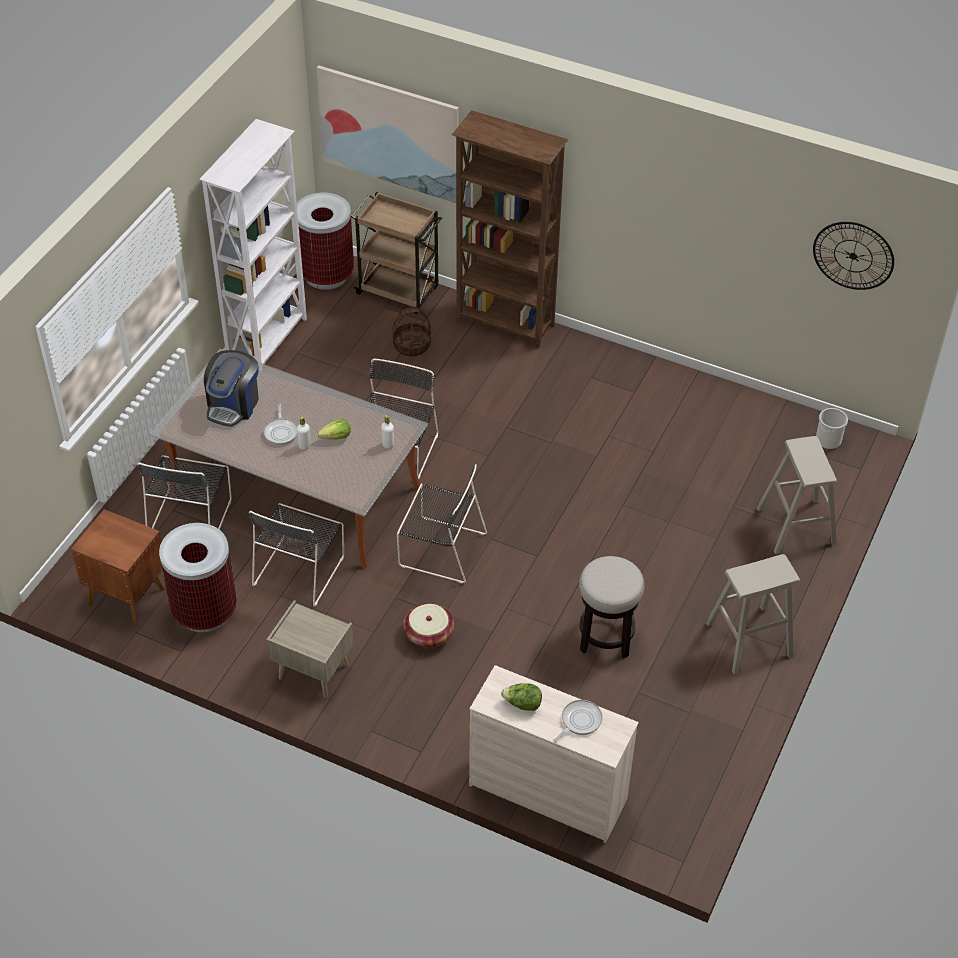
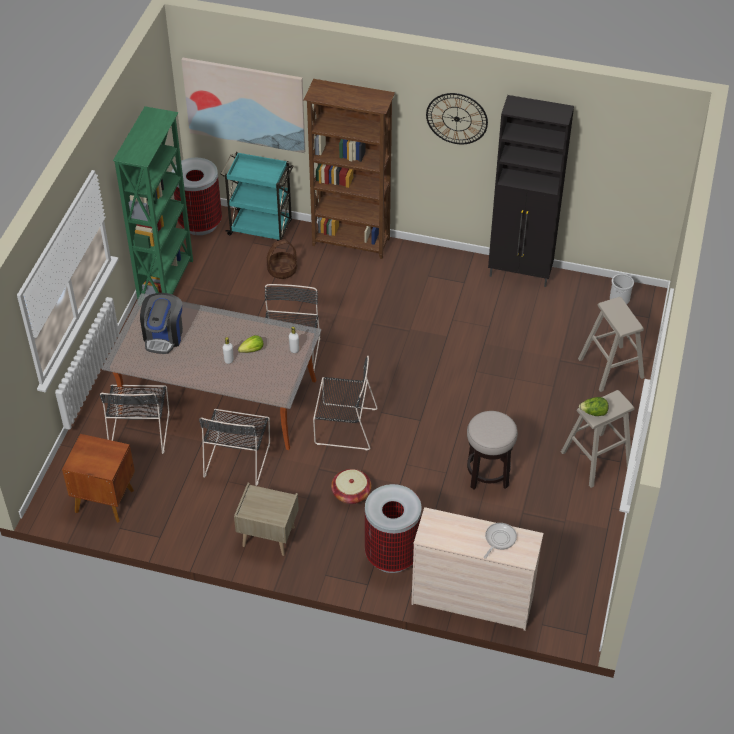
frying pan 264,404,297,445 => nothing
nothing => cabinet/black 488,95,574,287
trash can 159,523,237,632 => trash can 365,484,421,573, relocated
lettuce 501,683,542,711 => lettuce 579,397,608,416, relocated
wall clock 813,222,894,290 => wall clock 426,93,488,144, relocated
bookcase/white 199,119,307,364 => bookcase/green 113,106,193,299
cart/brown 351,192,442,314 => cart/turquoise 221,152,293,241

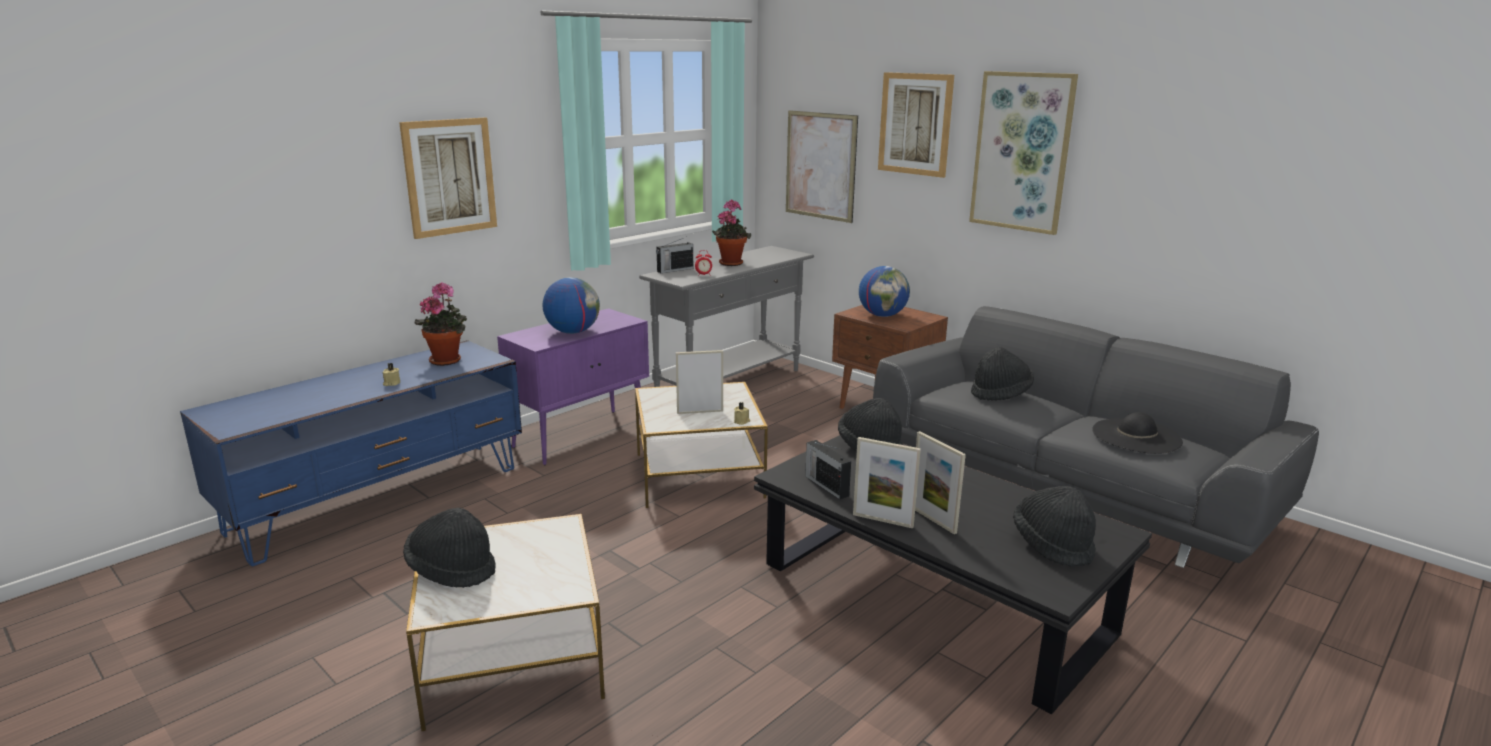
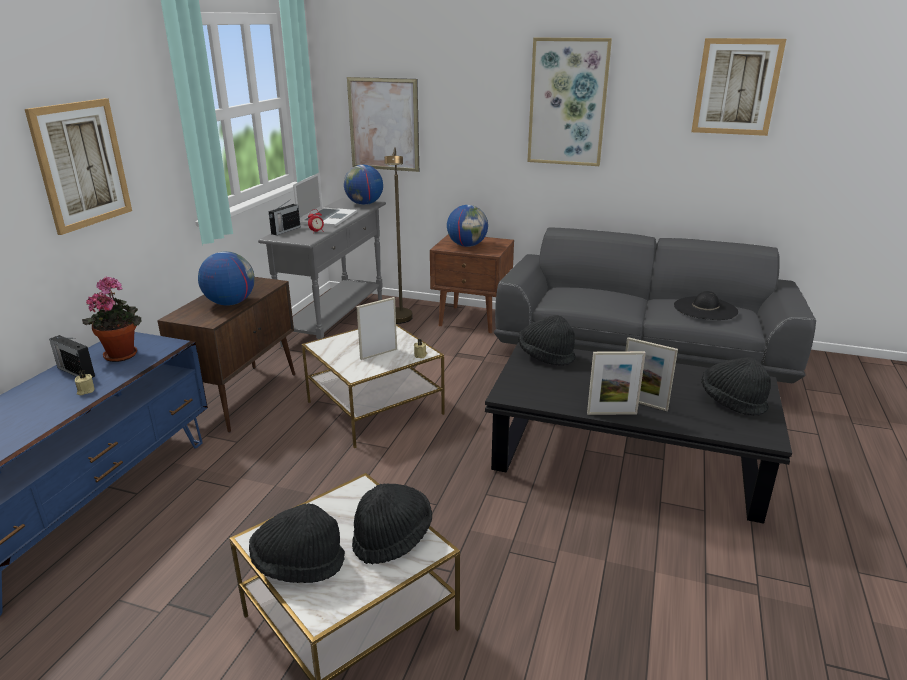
nothing => globe 344,165,383,205
nothing => floor lamp/brown 384,147,413,324
radio 805,440,851,499 => radio 49,335,95,378, relocated
picture 878,72,954,178 => picture 691,38,786,136, relocated
hat/black 971,347,1034,401 => hat/black 352,483,432,564, relocated
potted plant 712,200,751,266 => laptop 293,173,357,227
cabinet/purple 497,308,649,465 => cabinet/brown 157,277,295,433

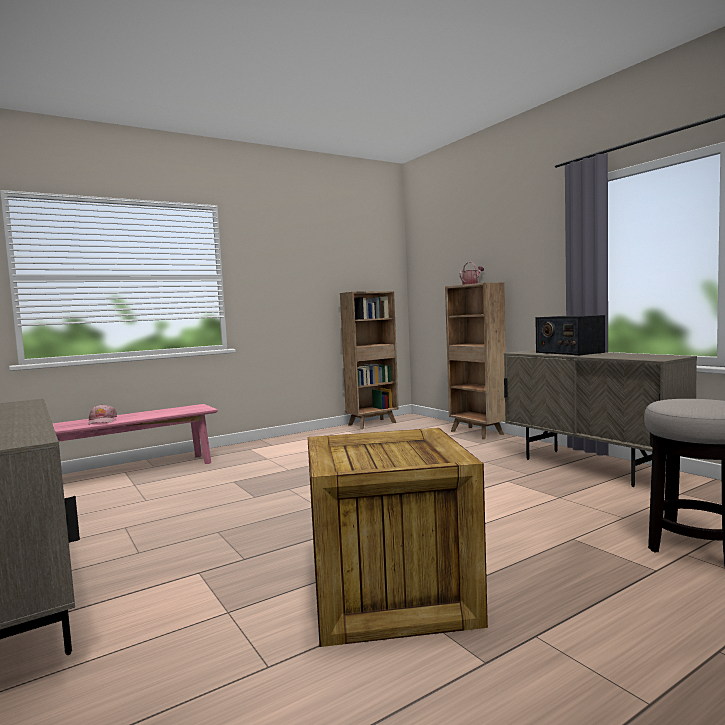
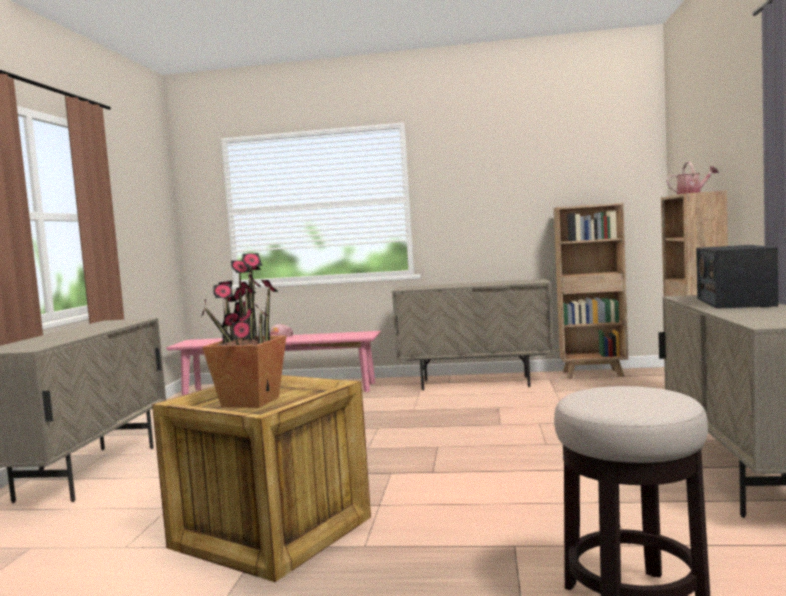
nothing => potted plant 201,253,286,408
nothing => cabinet/beige 392,279,554,391

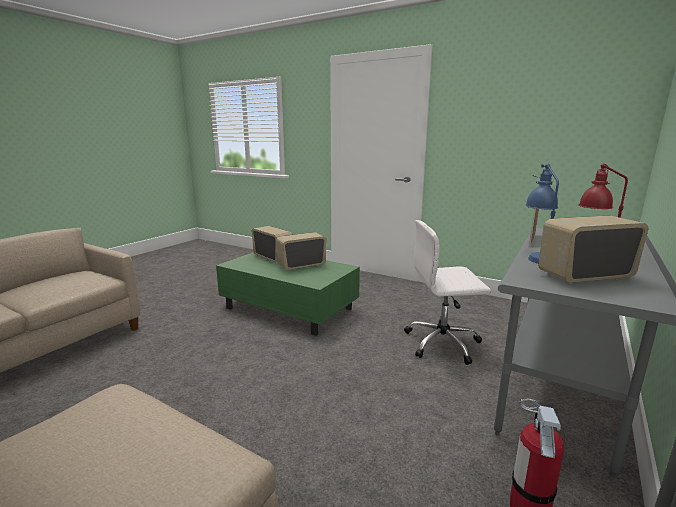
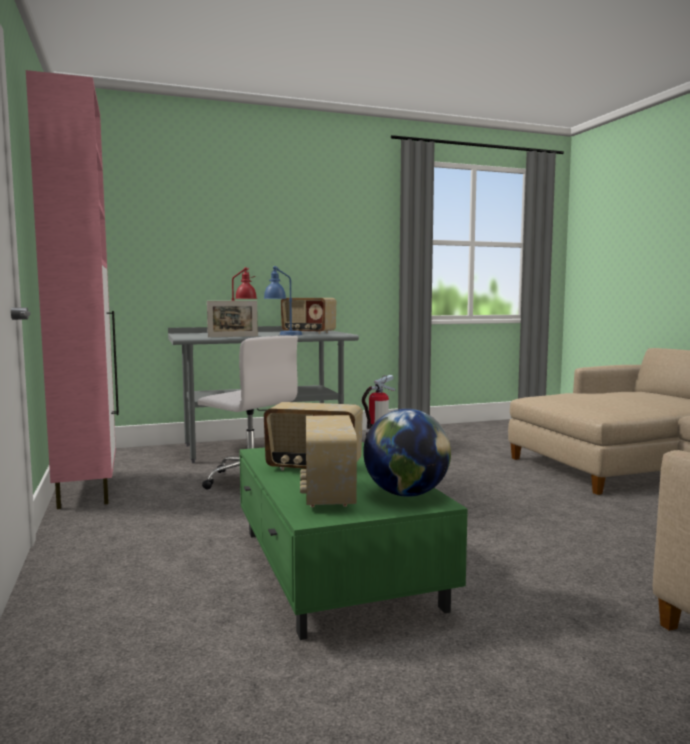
nothing => cabinet/pink 26,70,119,509
nothing => globe 363,409,451,497

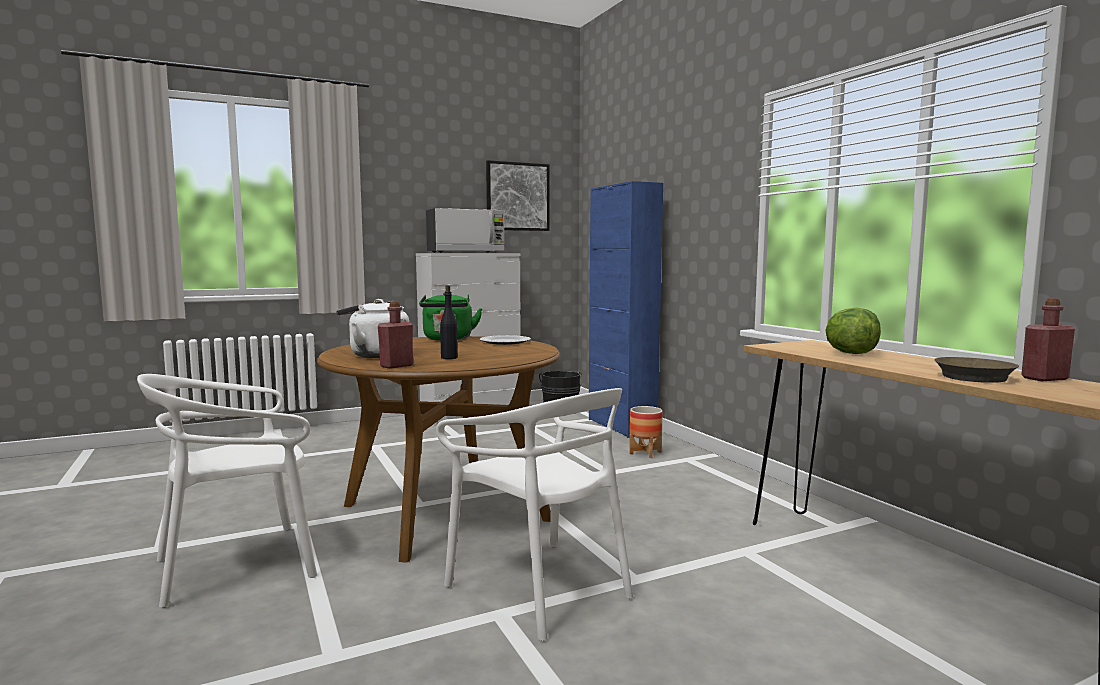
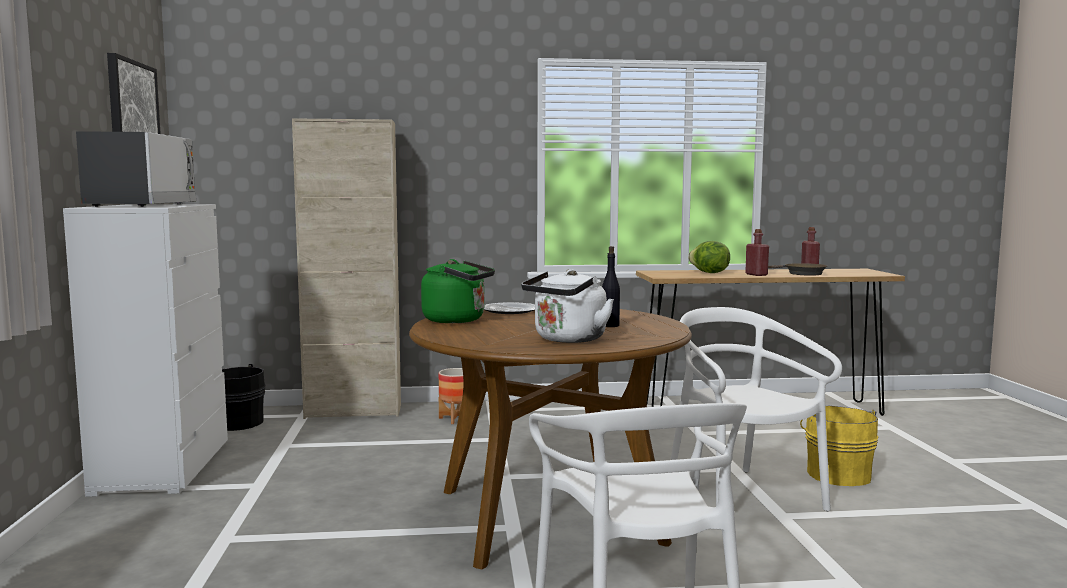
nothing => bucket/yellow 800,406,878,486
bottle/red 378,301,413,369 => bottle/red 745,229,769,276, relocated
cabinet/blue 589,181,663,438 => cabinet/beige 292,118,401,419
chair/white 436,388,633,641 => chair/white 670,307,842,511, 90 degrees counterclockwise

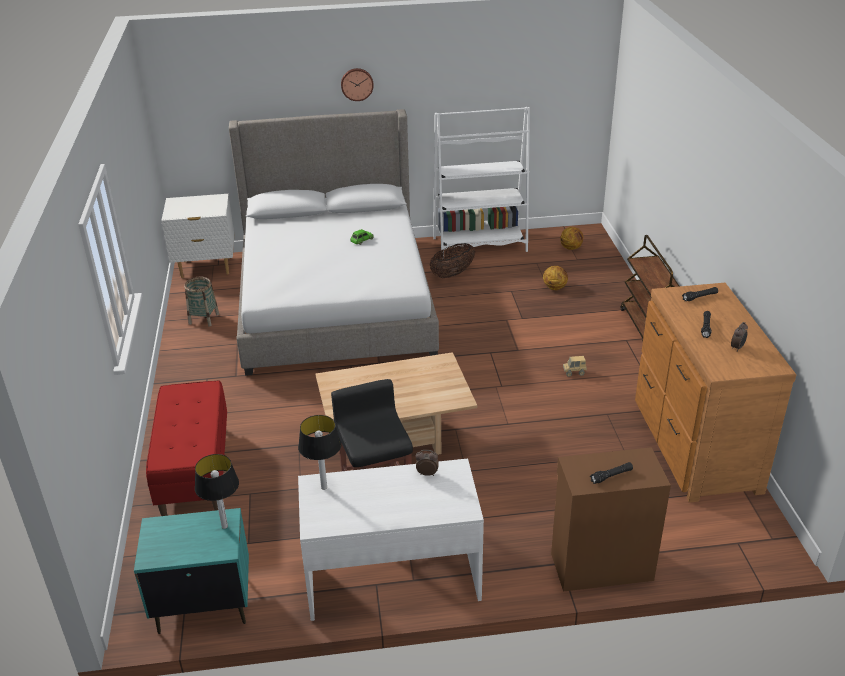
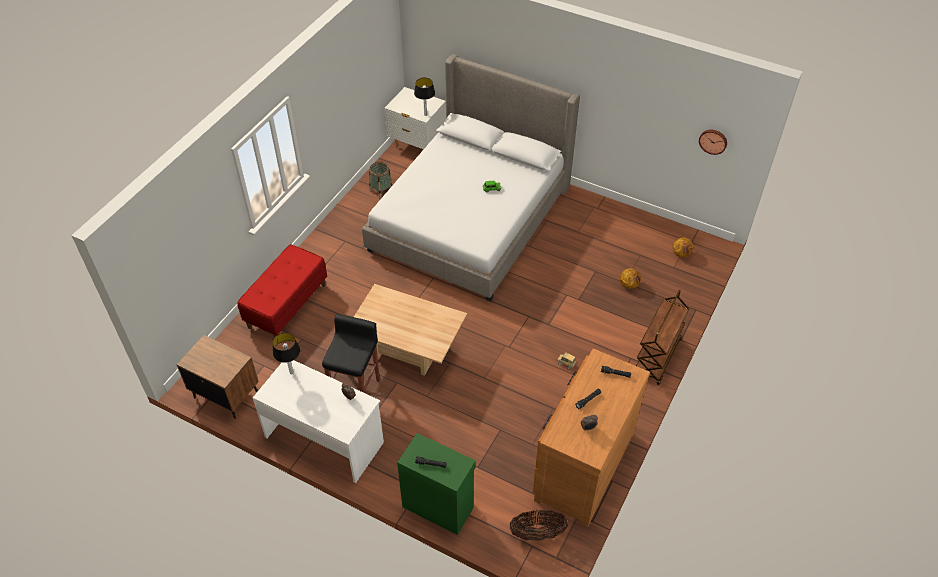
bookcase/white 433,107,530,259 => nothing
table lamp 195,454,239,529 => table lamp 414,78,435,116, relocated
wall clock 341,68,374,101 => wall clock 699,130,727,155, relocated
basket 430,243,475,278 => basket 509,510,568,541, relocated
nightstand/turquoise 134,508,249,634 => nightstand/brown 176,335,259,419
cabinet/brown 551,447,671,591 => cabinet/green 397,433,476,535

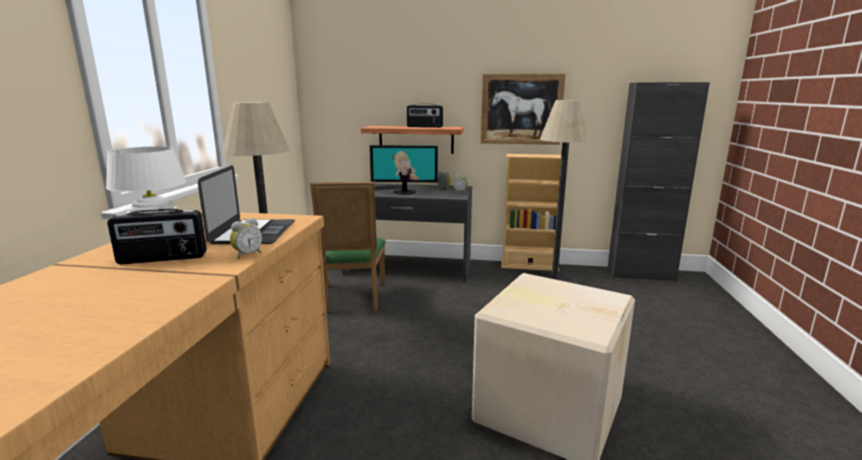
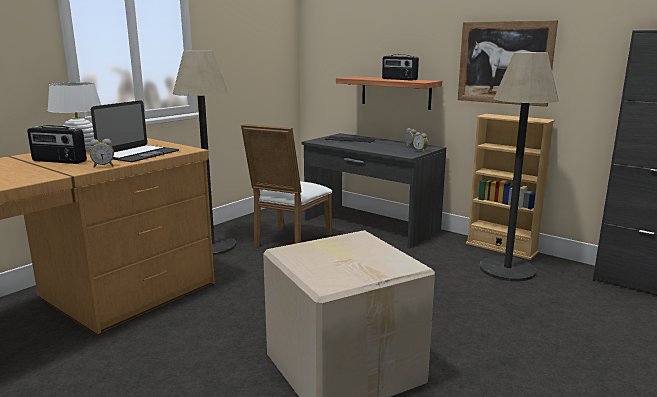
monitor 370,145,438,195 => nothing
chair/green 310,182,386,313 => chair/white 241,124,332,247

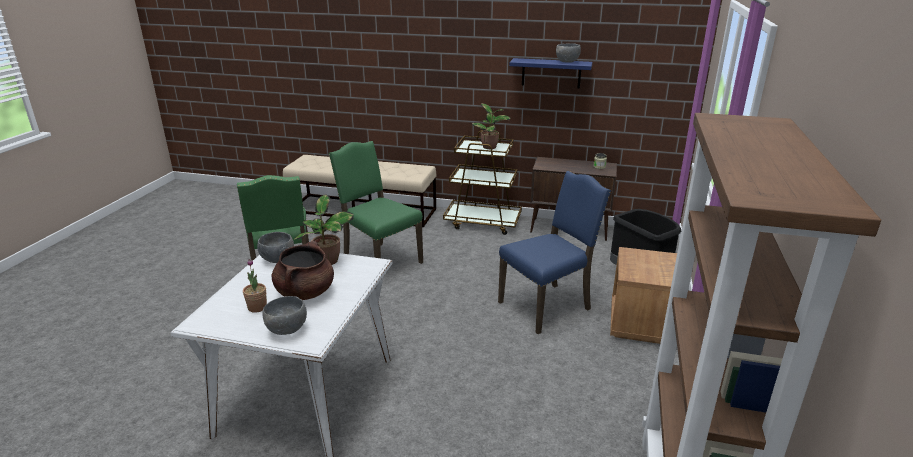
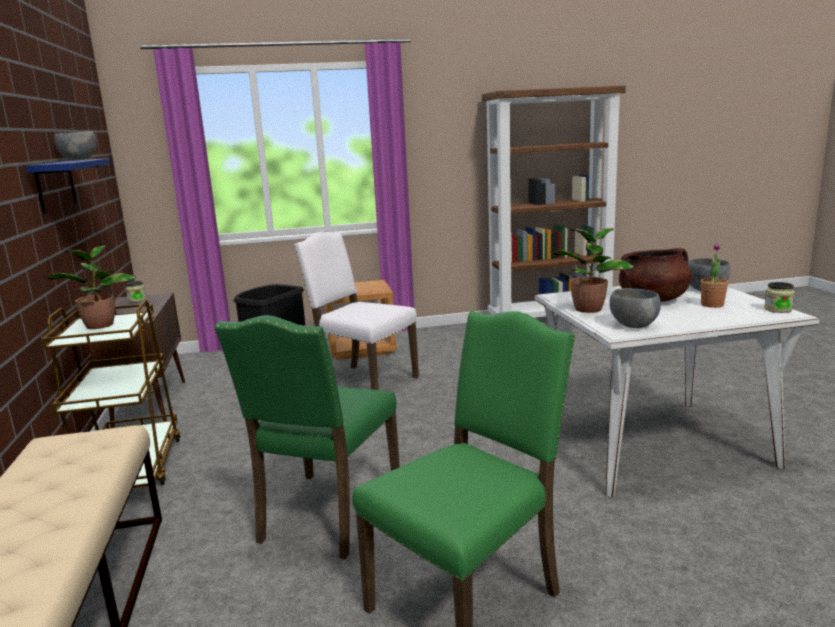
nothing => jar 764,282,794,313
chair/blue 498,171,611,334 => chair/white 293,232,419,390

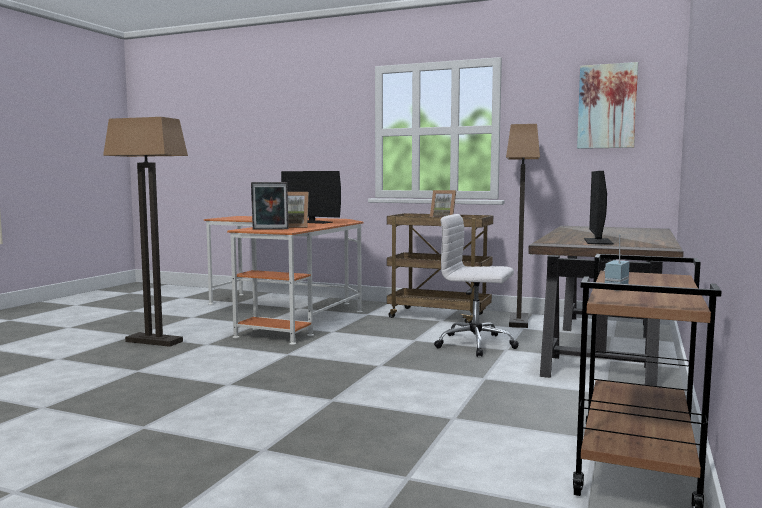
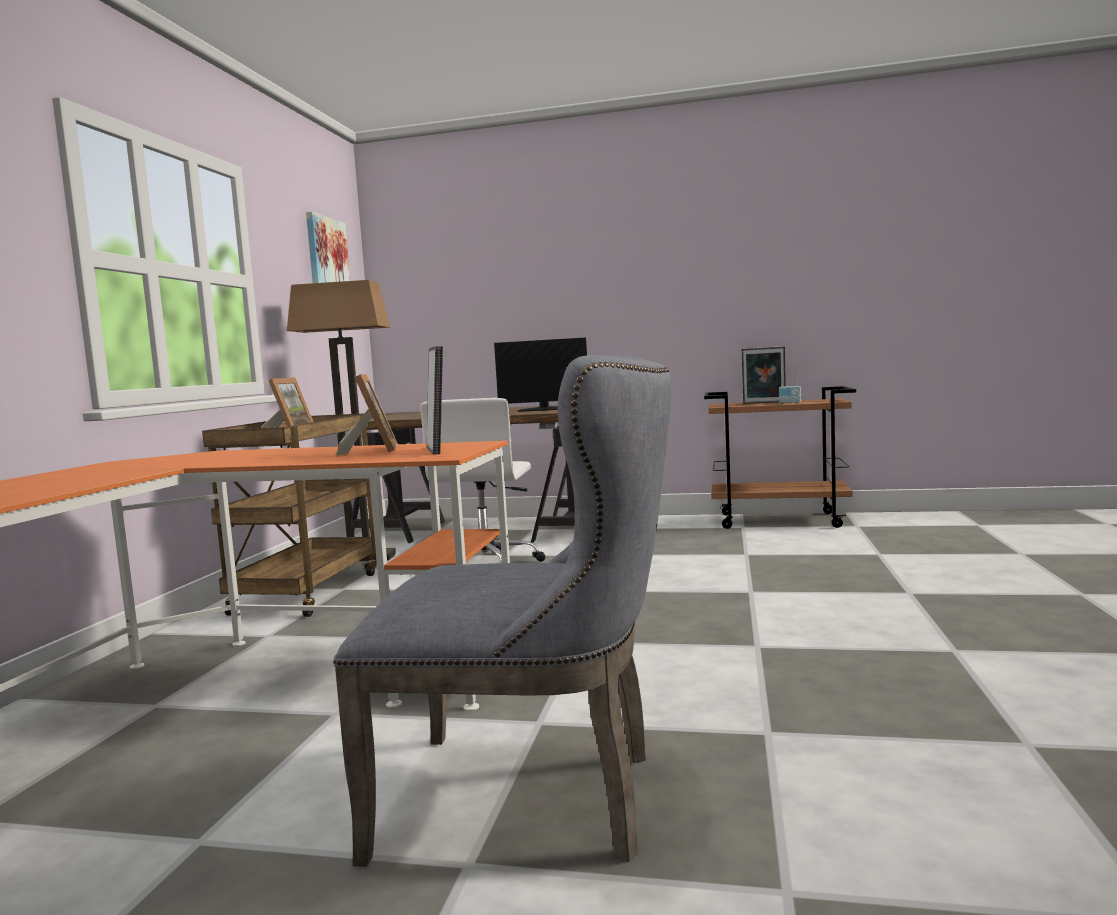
monitor 281,171,341,224 => nothing
nothing => picture frame 742,346,786,404
floor lamp 103,117,188,347 => chair/grey 333,355,672,867

